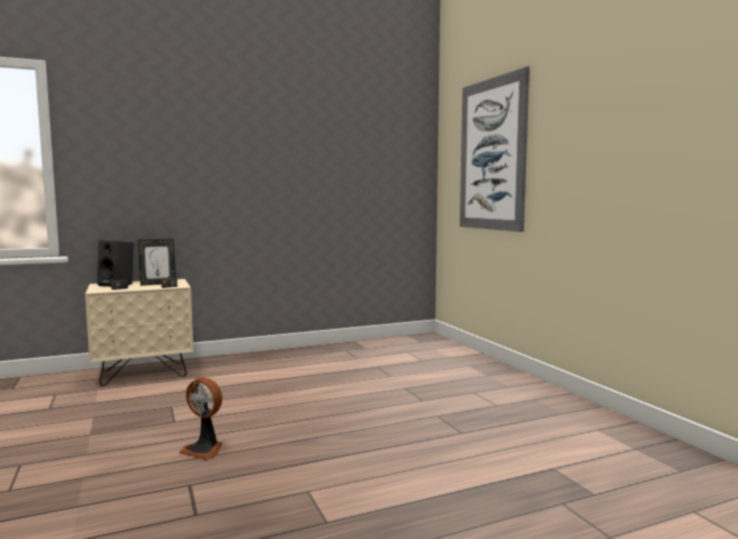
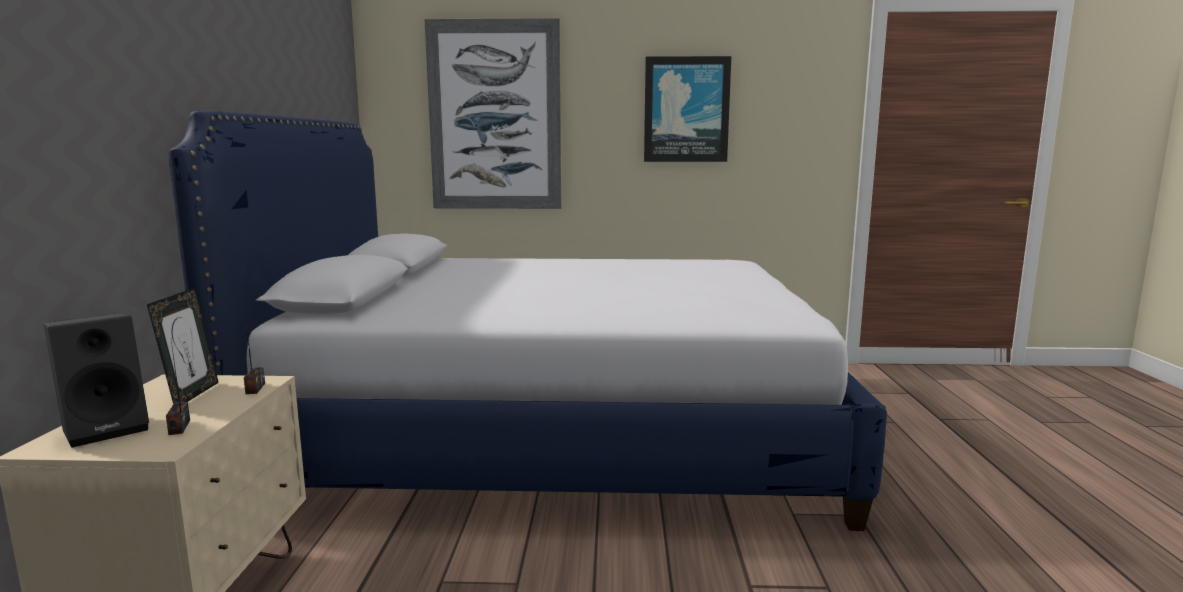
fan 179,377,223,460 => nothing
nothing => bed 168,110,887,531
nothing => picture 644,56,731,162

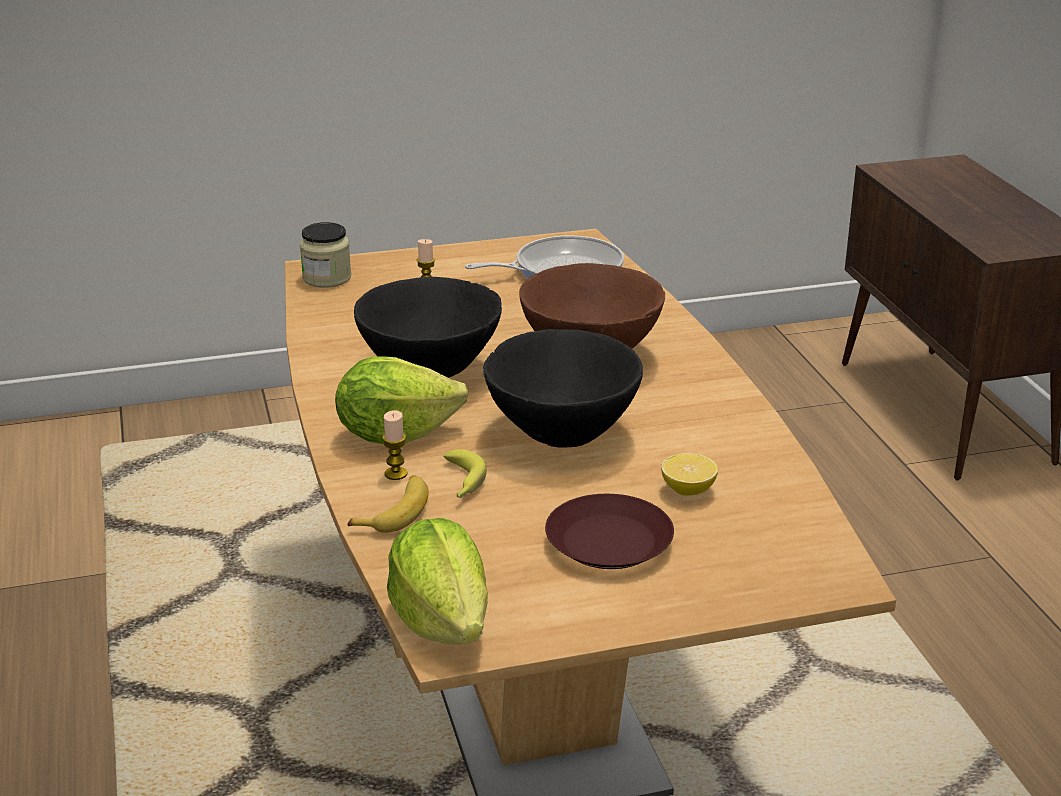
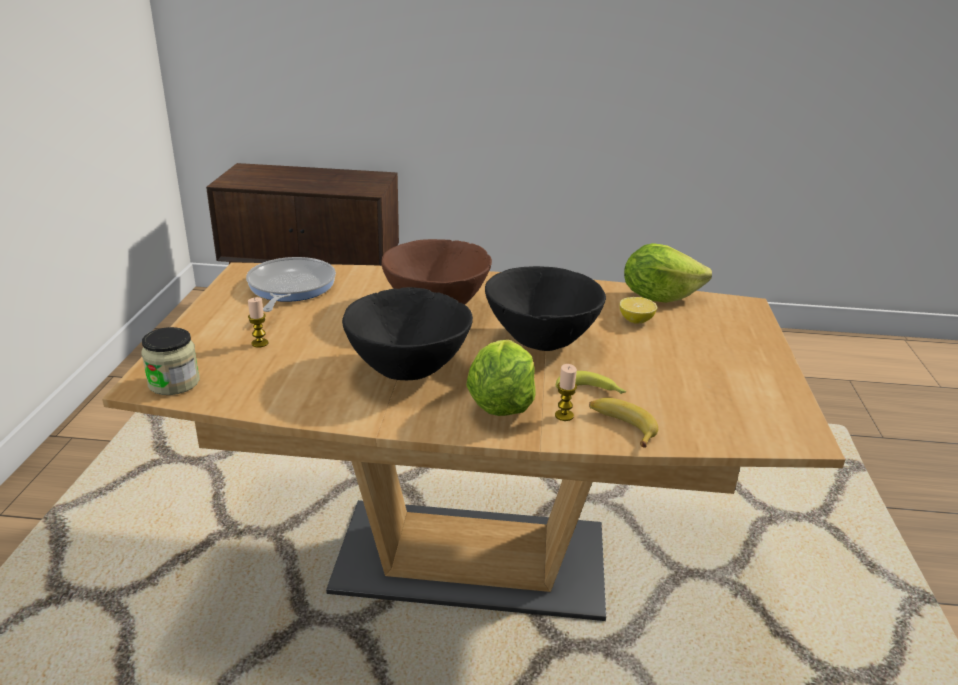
plate/brown 545,494,674,569 => nothing
lettuce 387,518,488,644 => lettuce 624,243,712,303, relocated

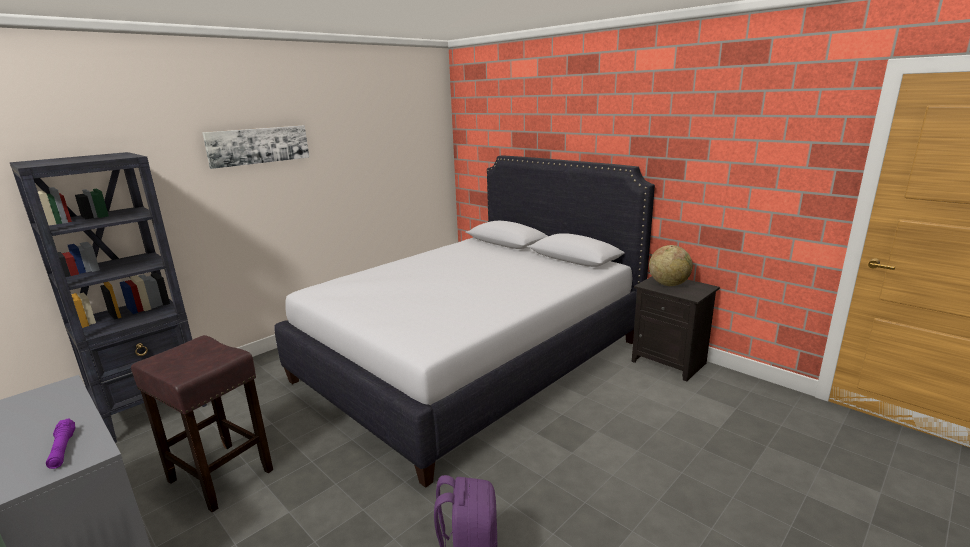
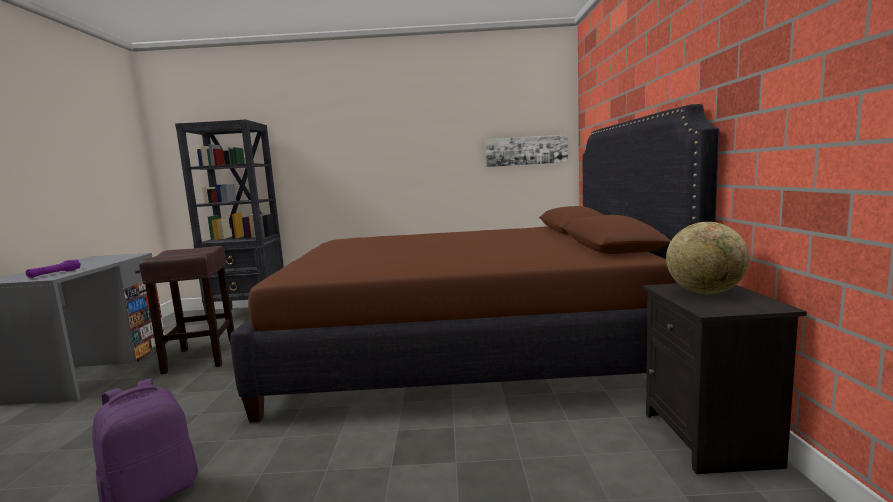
picture 202,125,309,169 => picture 485,134,568,167, relocated
bed/white 274,155,655,488 => bed/brown 230,104,719,422

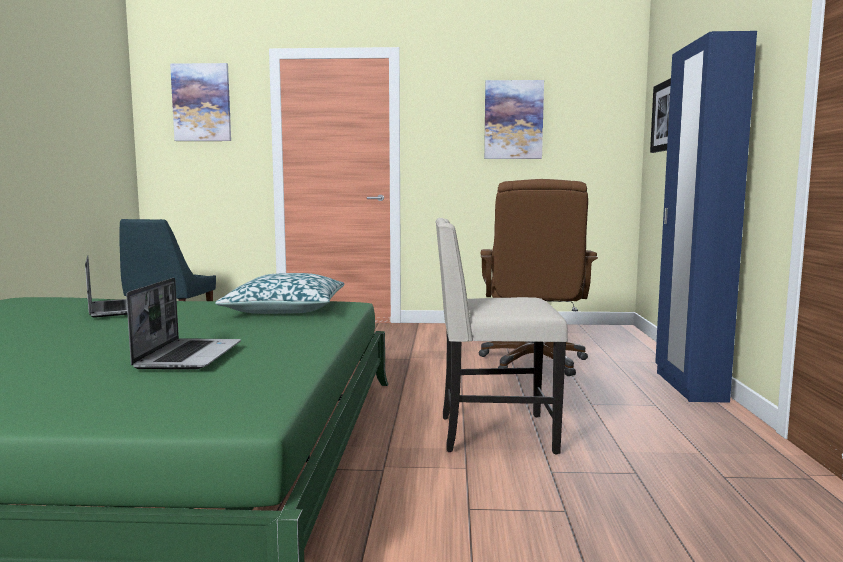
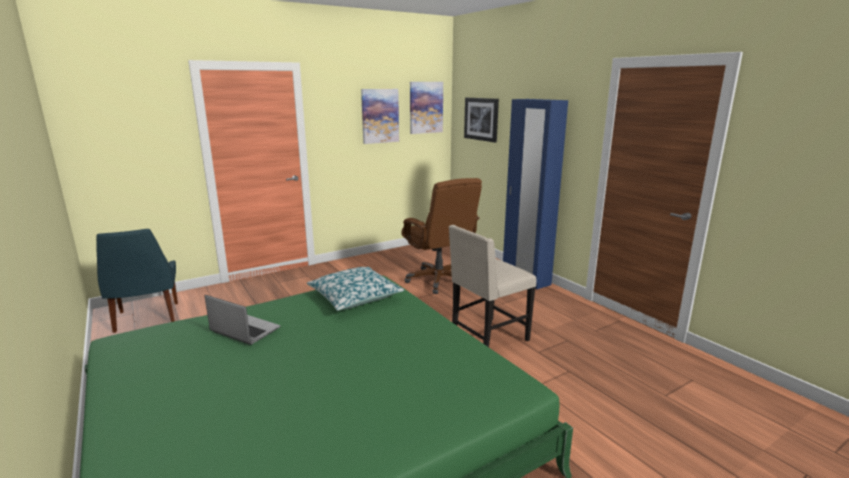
laptop 126,277,241,369 => nothing
picture 170,63,231,141 => picture 410,82,443,134, relocated

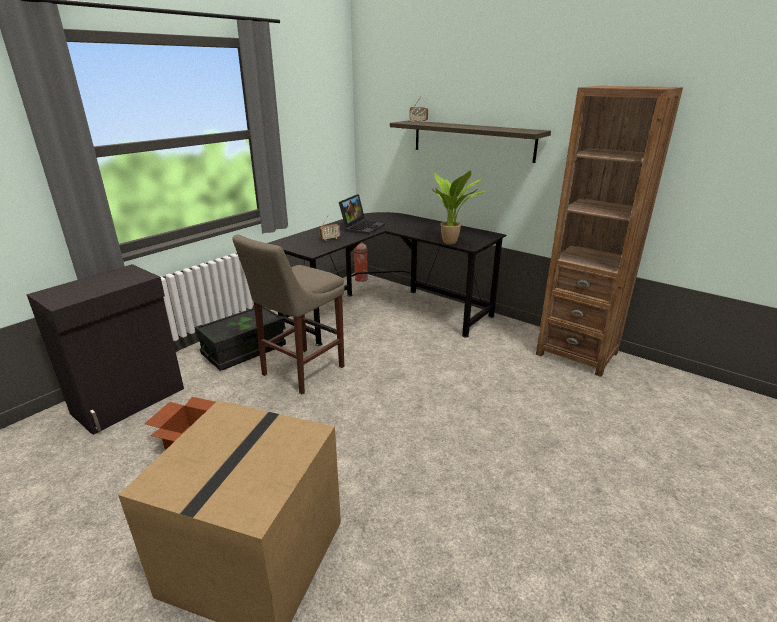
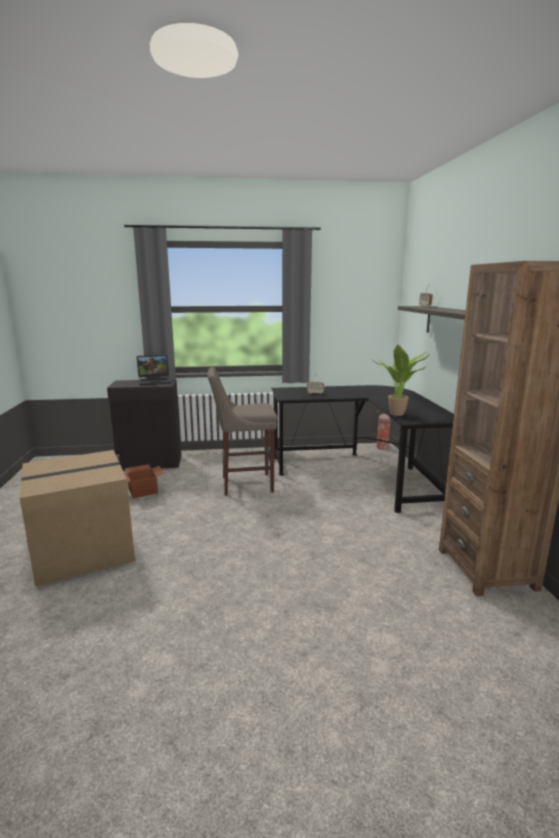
storage box/black 195,306,286,371 => nothing
laptop 339,194,385,235 => laptop 137,355,172,386, relocated

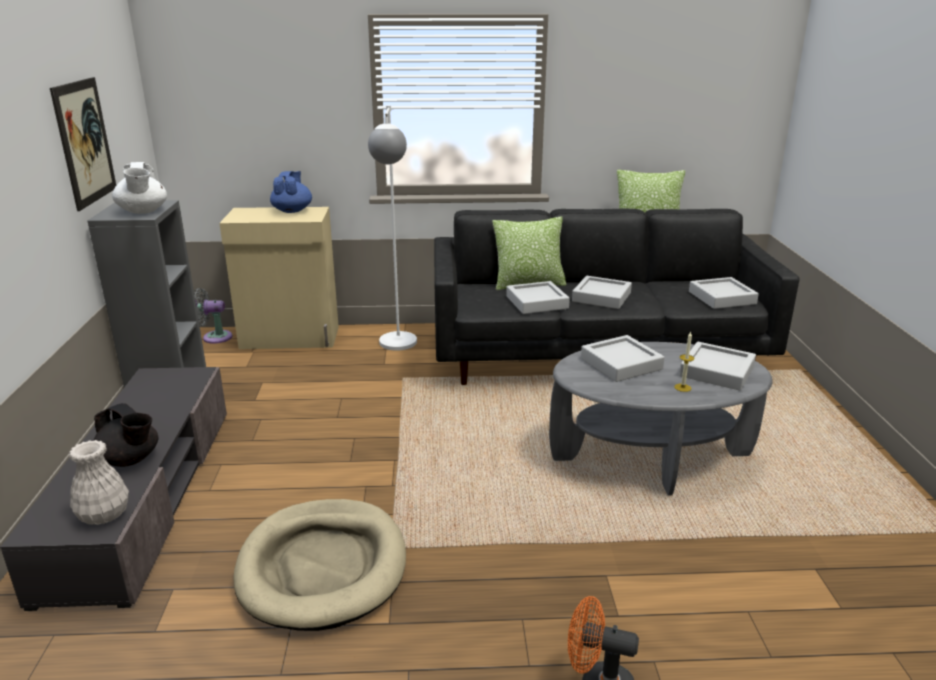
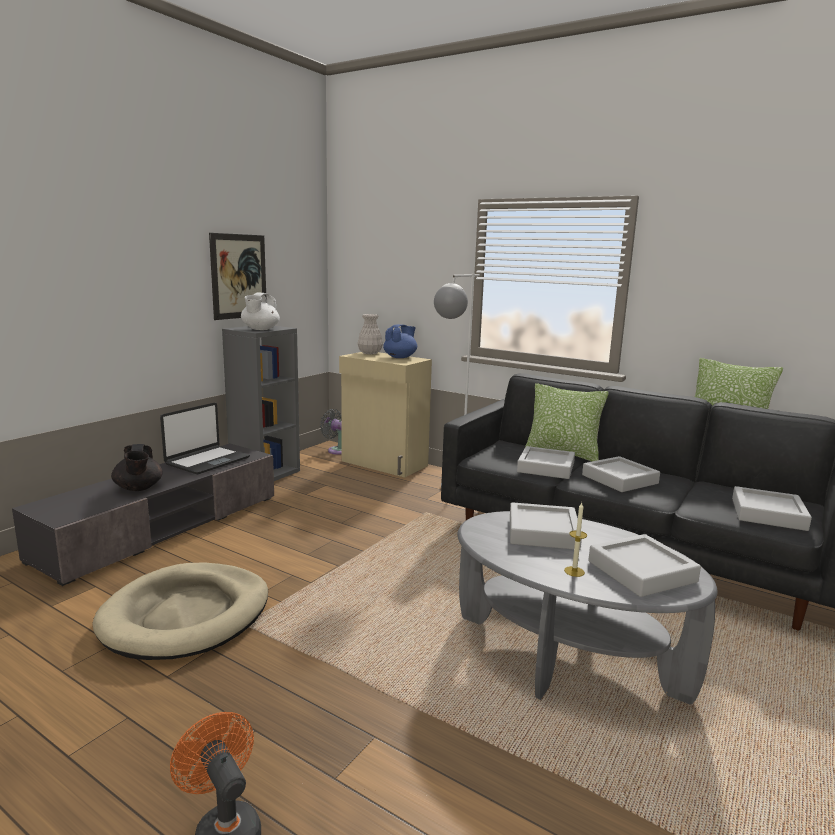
nothing => laptop 160,403,250,474
vase/white 69,440,129,525 => vase/white 357,314,383,354, relocated

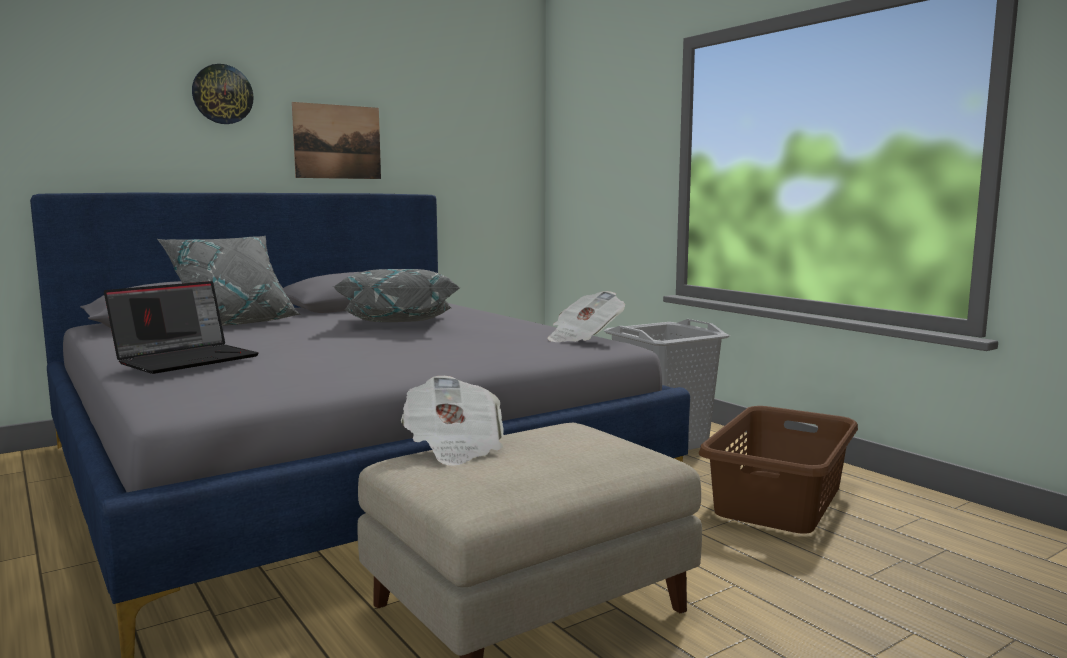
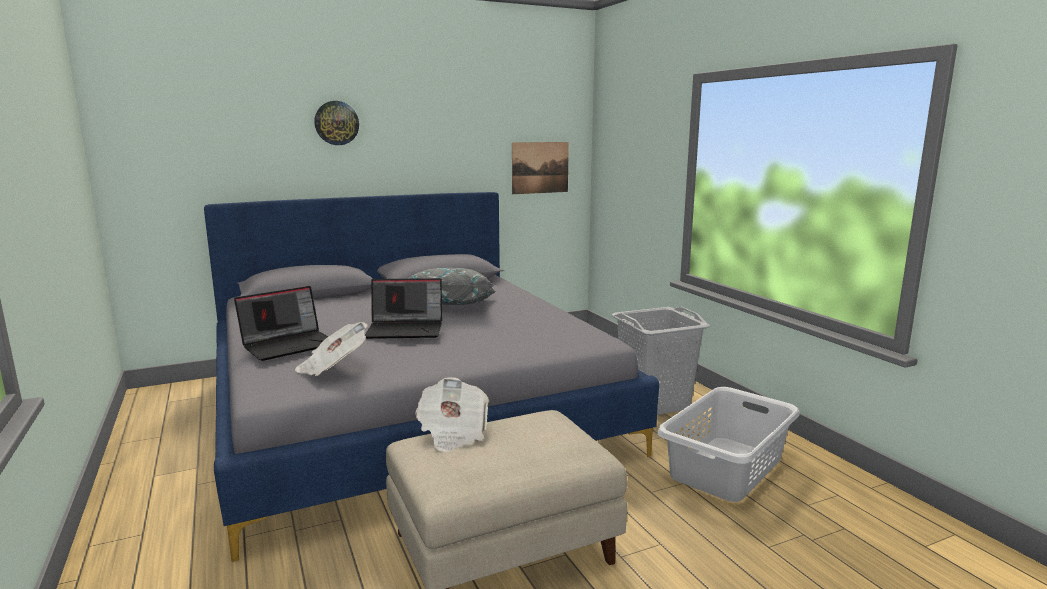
pillow/grey 157,236,301,326 => nothing
nothing => laptop 365,278,442,339
picture 292,102,381,179 => picture 512,142,569,194, relocated
newspaper 547,291,625,342 => newspaper 295,322,368,376, relocated
laundry basket/brown 699,406,858,533 => laundry basket/grey 657,387,800,502

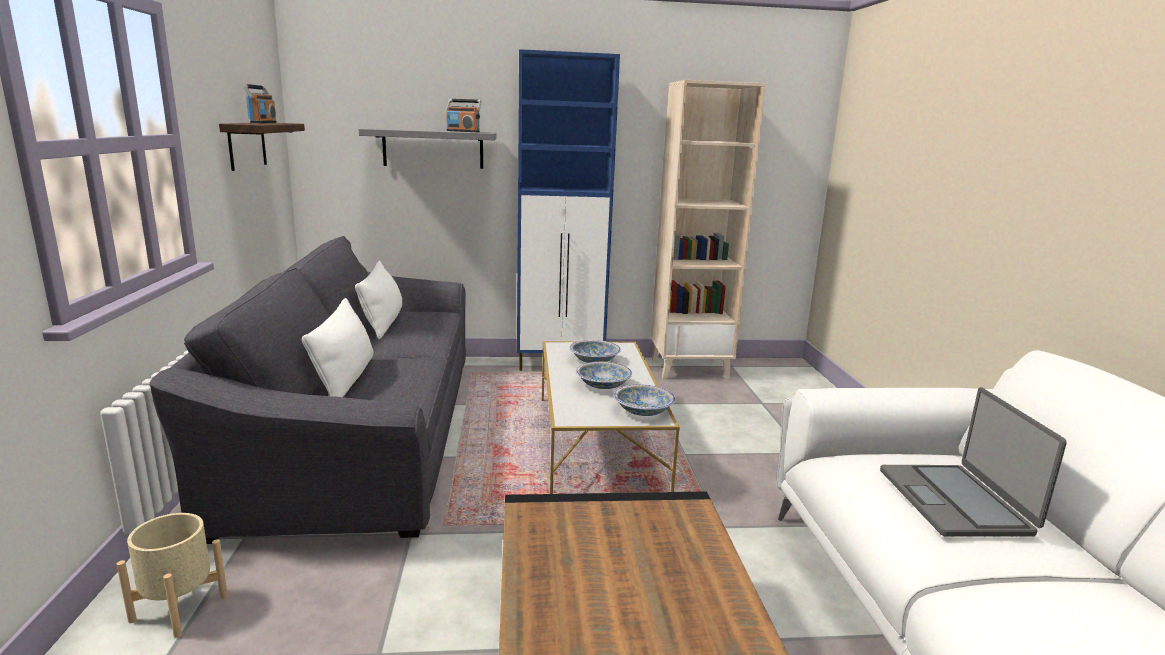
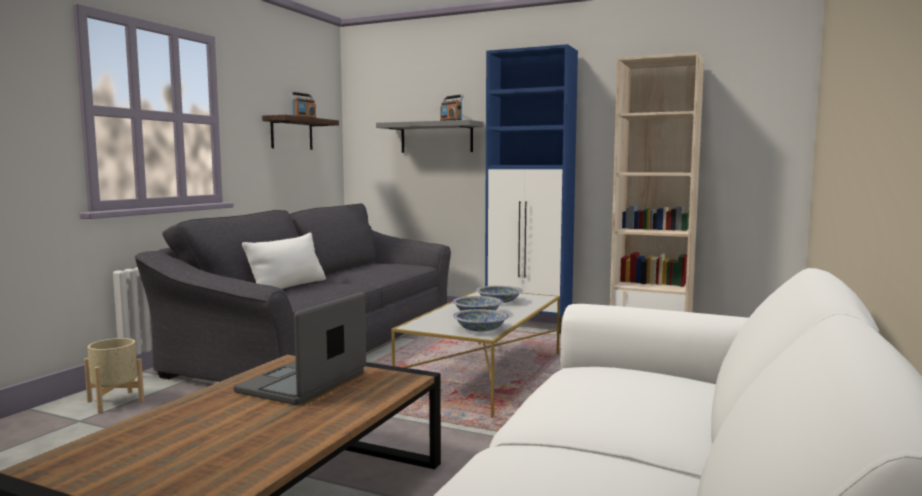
pillow/white 355,261,402,339 => nothing
laptop 880,387,1067,537 => laptop 233,292,366,405, relocated

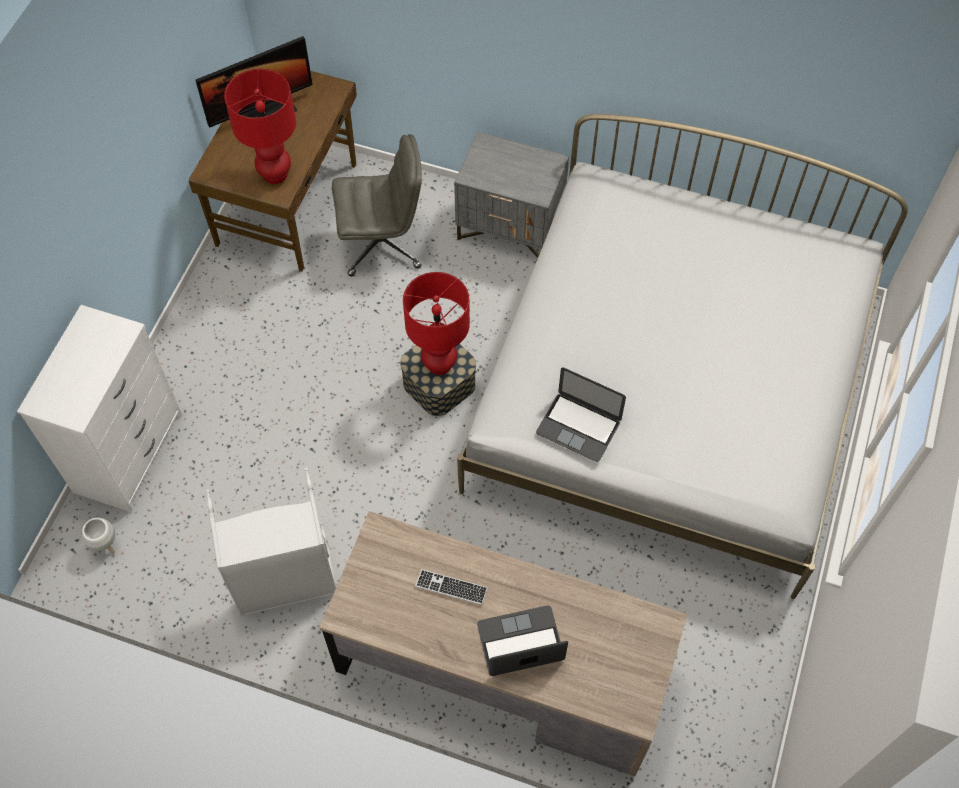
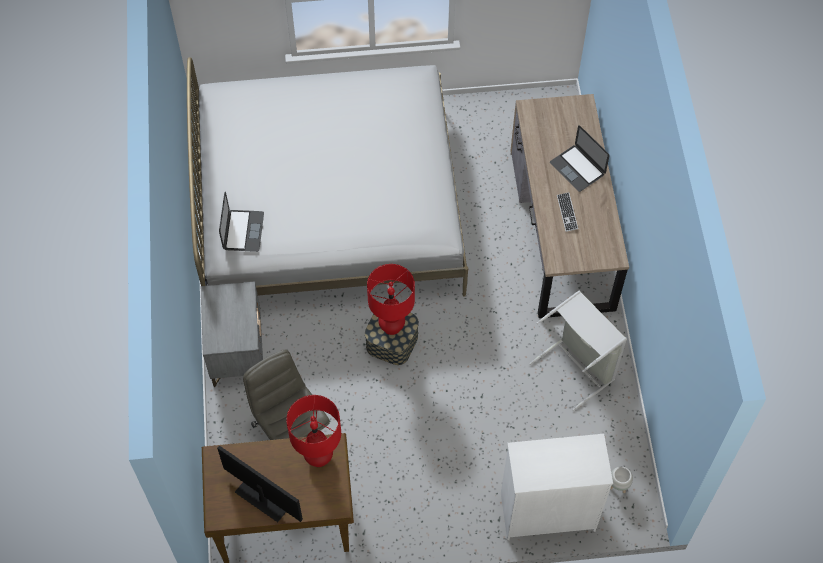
laptop 536,368,626,462 => laptop 219,192,264,252, relocated

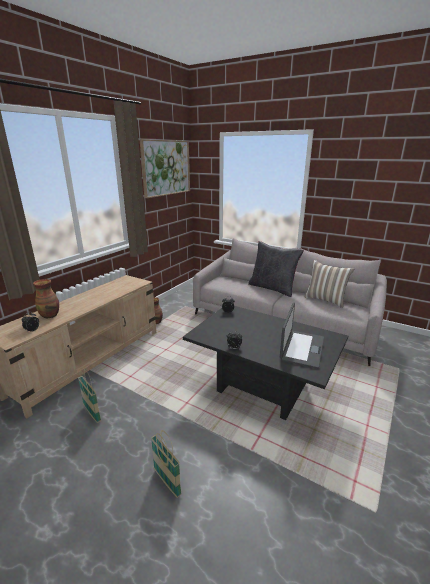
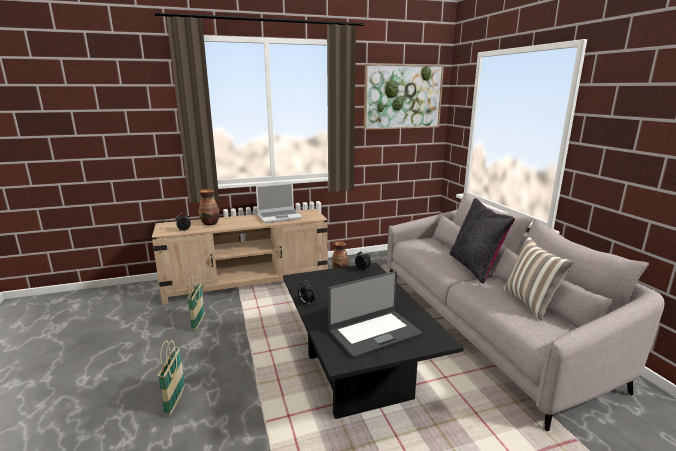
nothing => laptop 256,183,302,223

